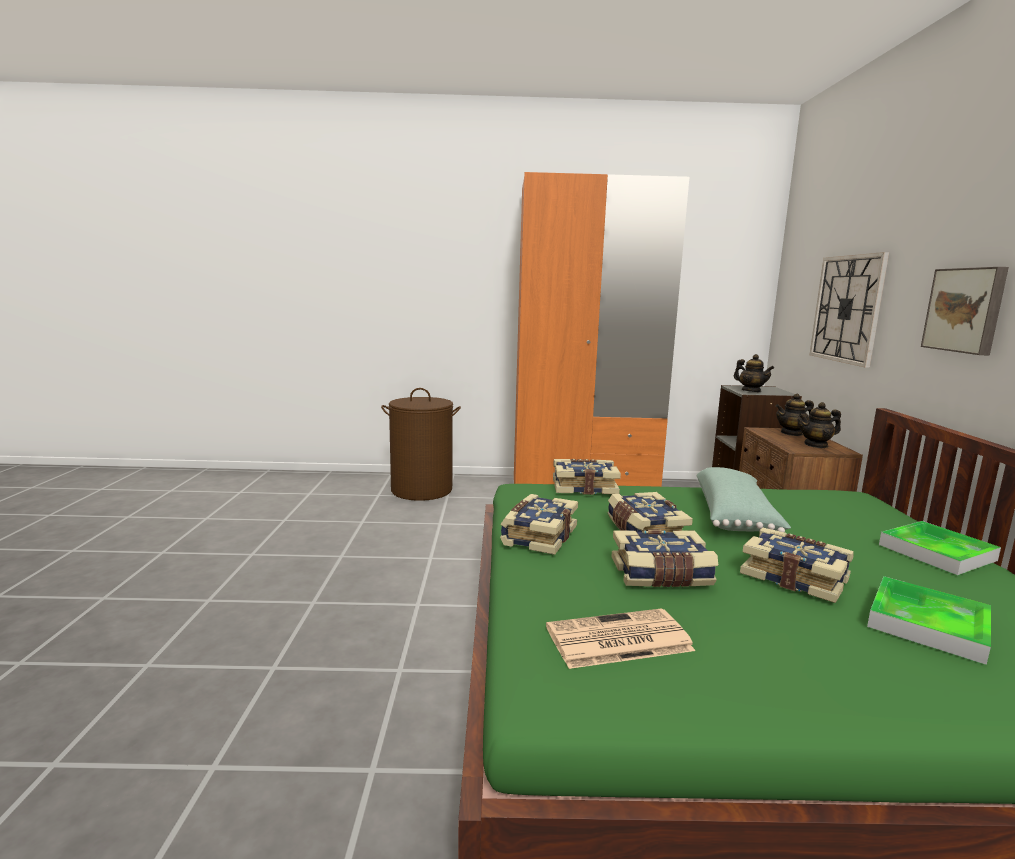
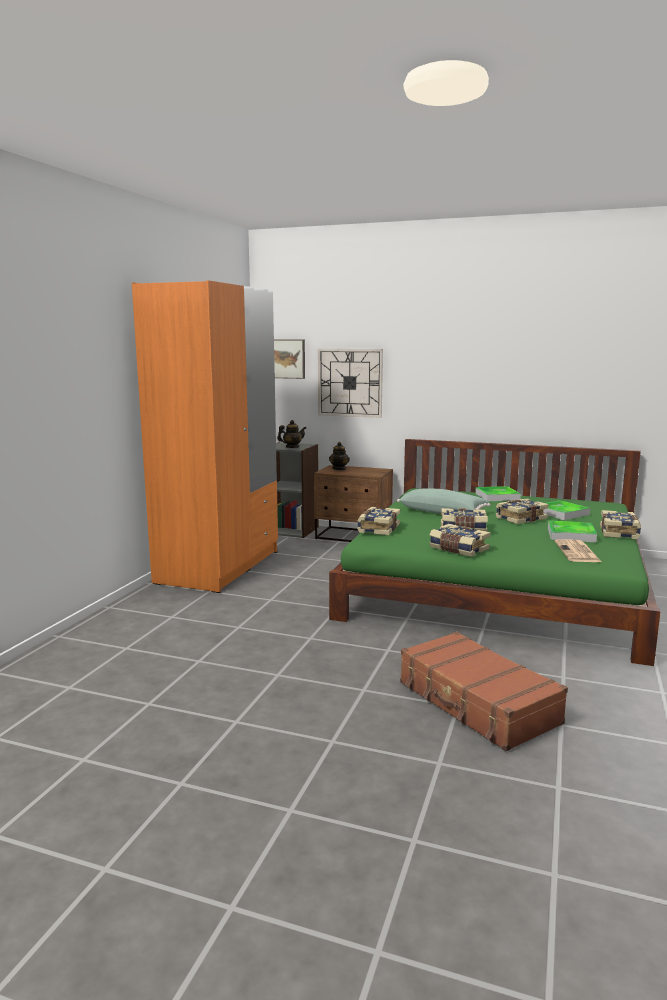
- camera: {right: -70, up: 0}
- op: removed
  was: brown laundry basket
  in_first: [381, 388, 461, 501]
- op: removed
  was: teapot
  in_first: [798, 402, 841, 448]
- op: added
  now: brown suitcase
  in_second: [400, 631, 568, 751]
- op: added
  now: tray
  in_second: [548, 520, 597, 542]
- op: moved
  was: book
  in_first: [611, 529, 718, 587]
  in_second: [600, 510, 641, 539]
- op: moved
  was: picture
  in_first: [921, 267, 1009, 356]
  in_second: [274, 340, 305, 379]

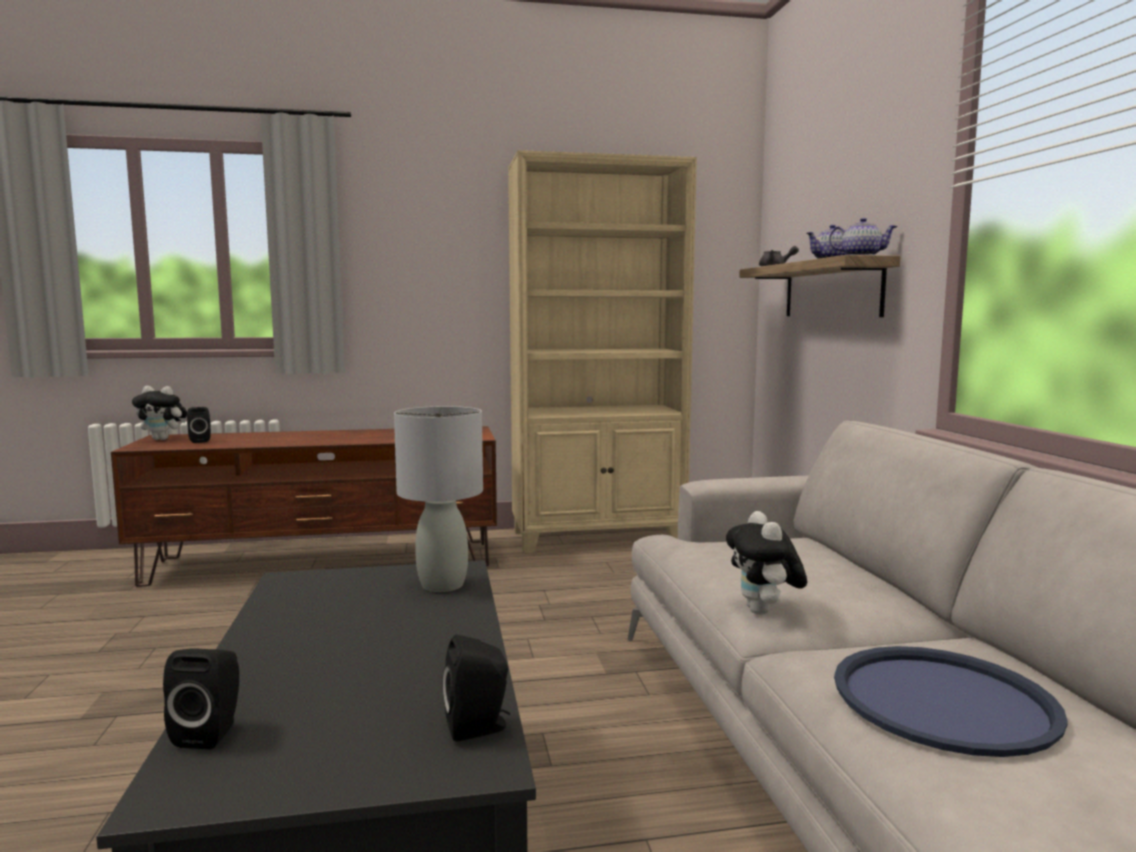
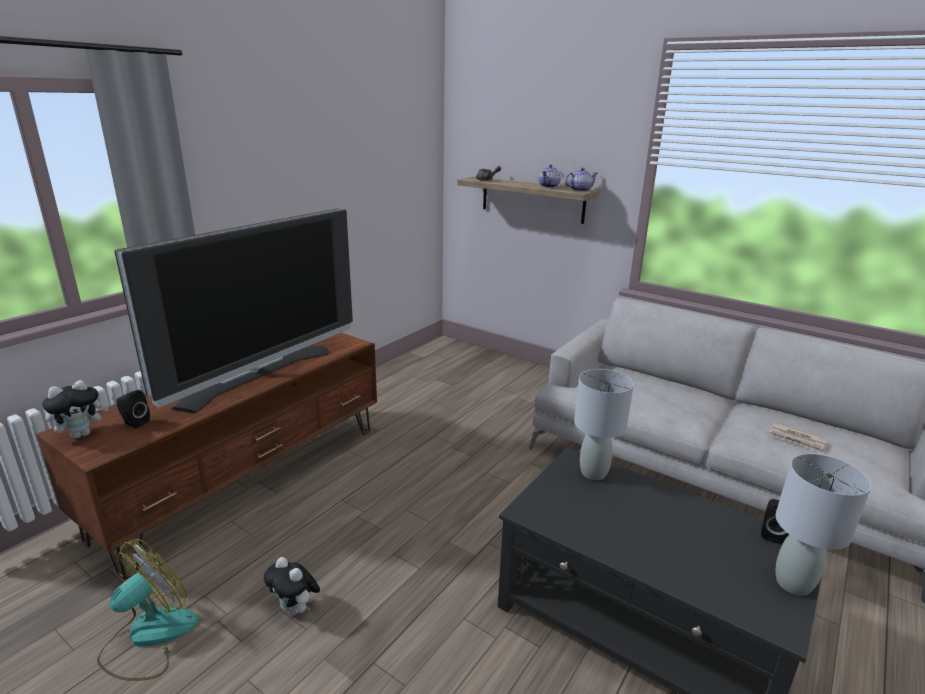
- camera: {right: -45, up: 15}
- op: removed
  was: black speaker
  in_first: [163, 648, 239, 749]
- op: removed
  was: beige bookcase
  in_first: [508, 150, 697, 554]
- op: added
  now: fan
  in_second: [97, 539, 198, 681]
- op: added
  now: television
  in_second: [114, 208, 353, 413]
- op: added
  now: grey table lamp
  in_second: [776, 453, 871, 596]
- op: moved
  was: plush toy
  in_first: [726, 511, 807, 615]
  in_second: [264, 557, 320, 616]
- op: replaced
  was: blue tray
  now: newspaper
  in_first: [834, 646, 1068, 757]
  in_second: [769, 422, 828, 454]

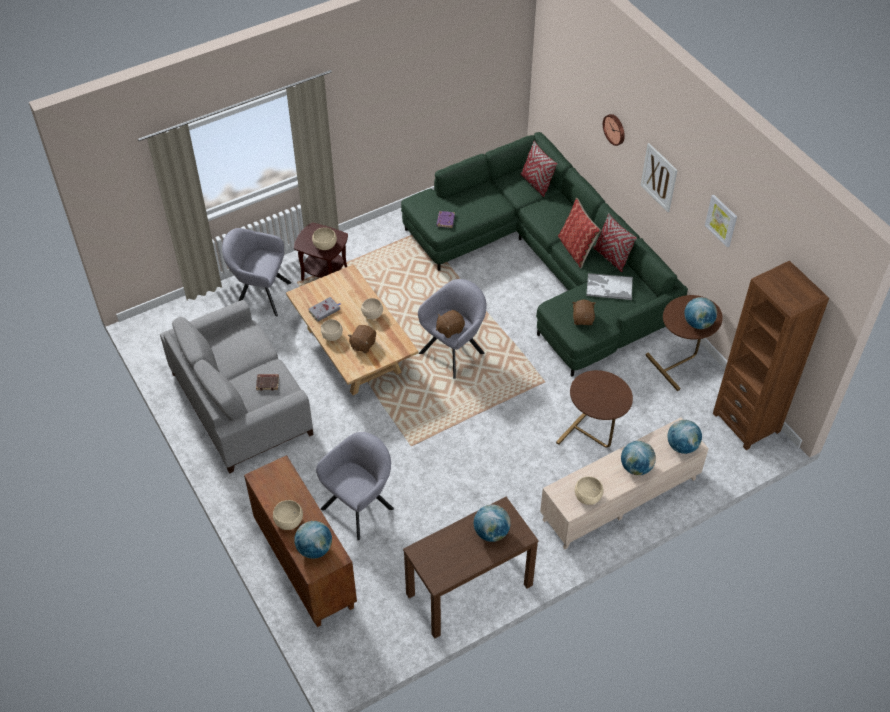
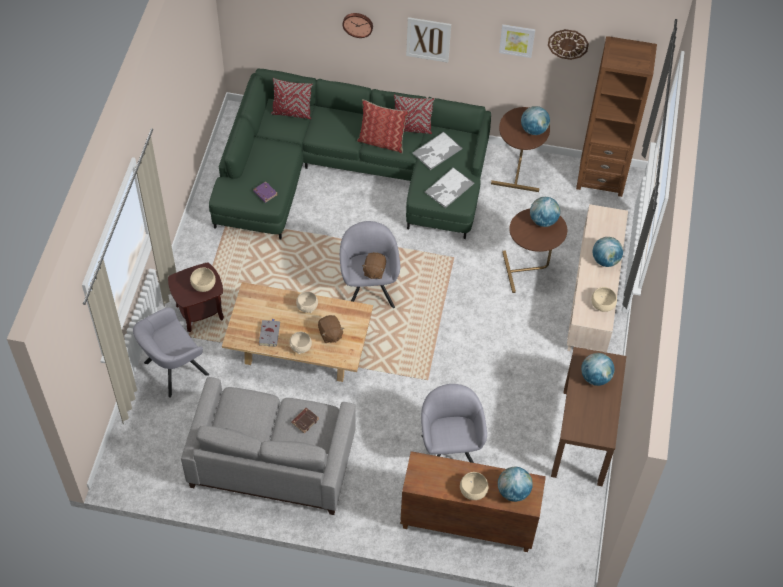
- camera: {right: -50, up: 5}
- op: added
  now: wall clock
  in_second: [548, 29, 589, 60]
- op: moved
  was: globe
  in_first: [667, 420, 702, 454]
  in_second: [530, 197, 560, 227]
- op: replaced
  was: brown plush toy
  now: tray
  in_first: [572, 300, 596, 325]
  in_second: [425, 168, 474, 208]

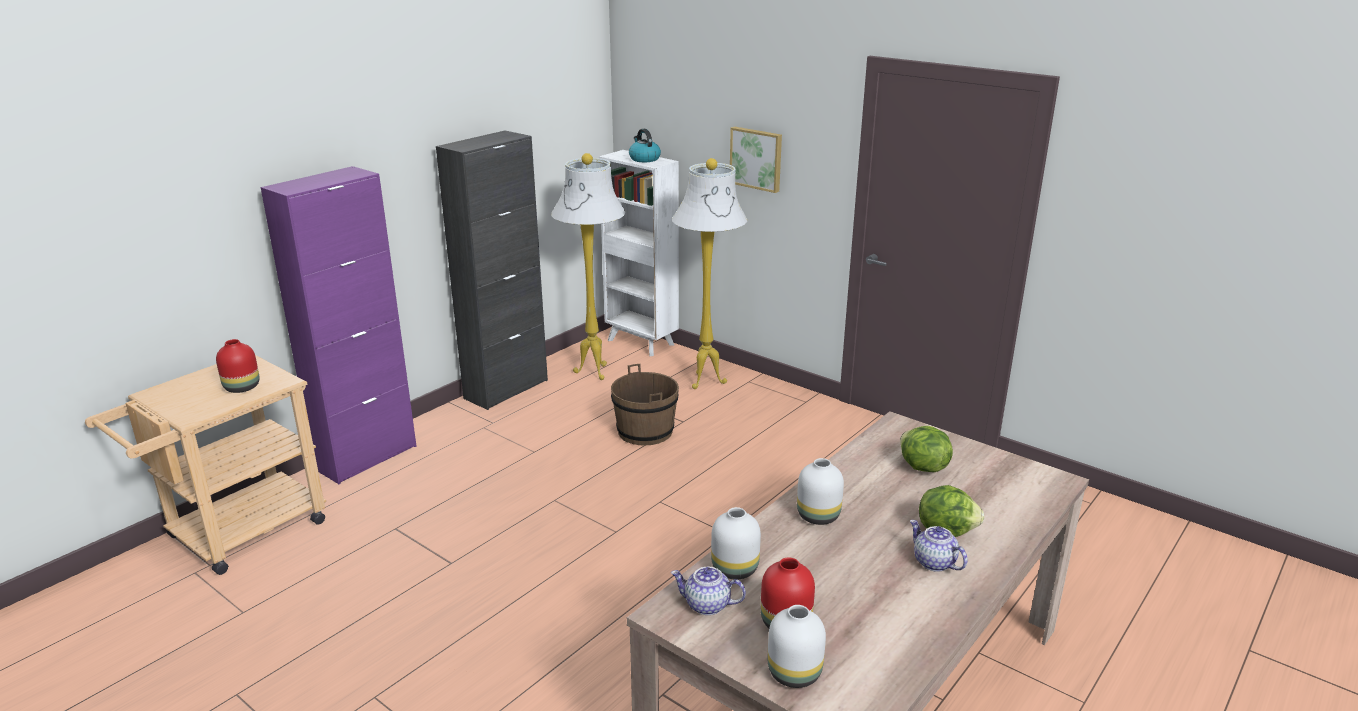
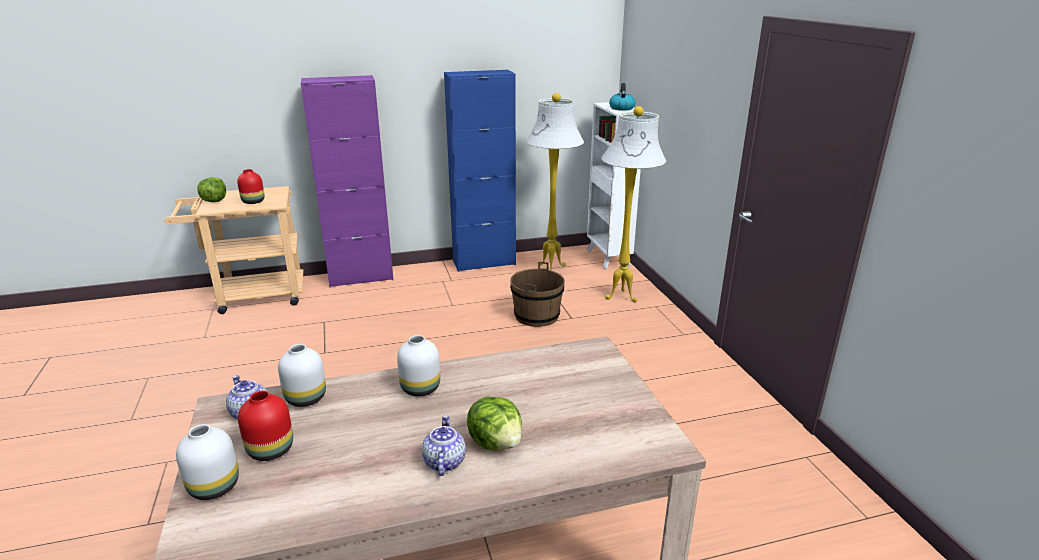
- camera: {right: 35, up: 0}
- op: removed
  was: picture
  in_first: [730, 127, 782, 193]
- op: moved
  was: lettuce
  in_first: [900, 426, 953, 472]
  in_second: [198, 177, 226, 202]
- op: recoloured
  was: black cabinet
  now: blue cabinet
  in_first: [436, 130, 548, 410]
  in_second: [444, 70, 516, 272]

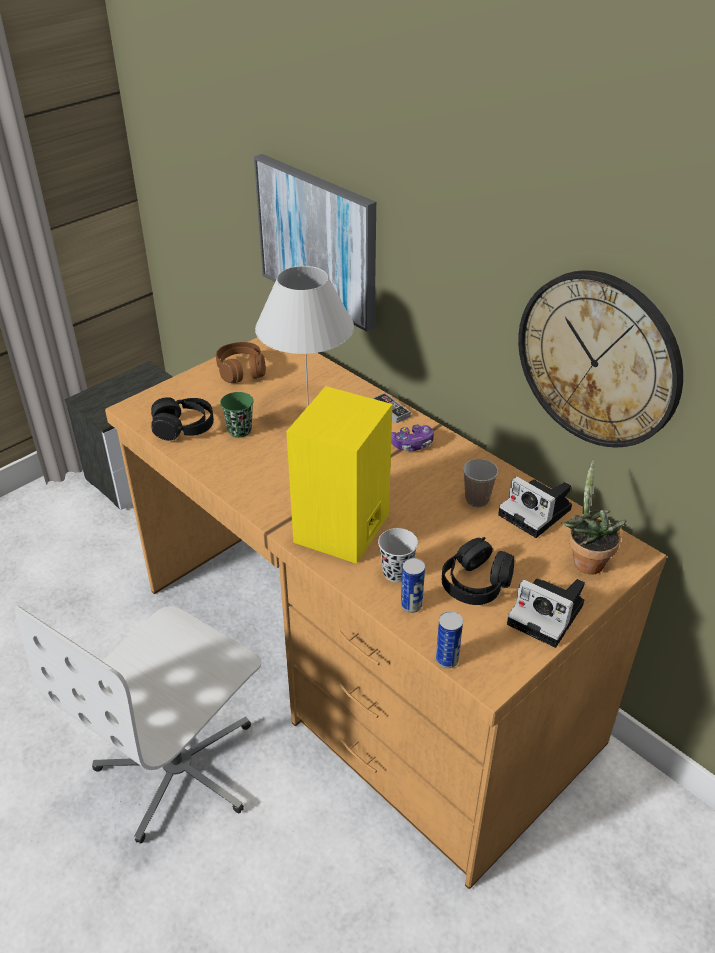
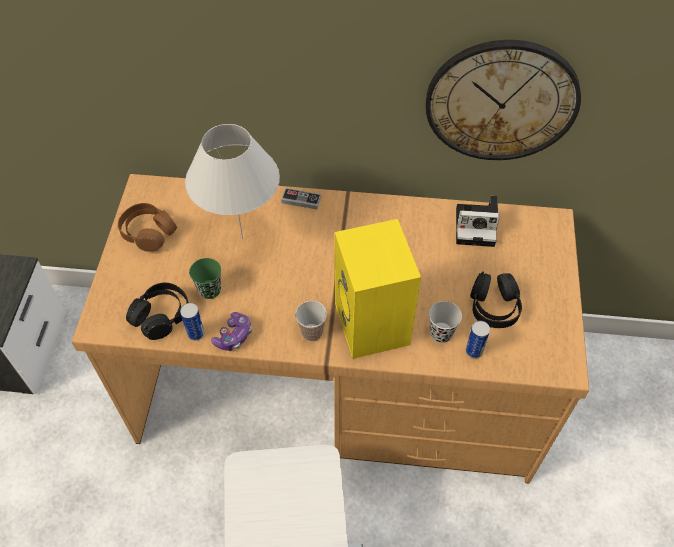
- camera: {right: -40, up: 15}
- op: removed
  was: picture
  in_first: [254, 154, 376, 332]
- op: removed
  was: photo camera
  in_first: [507, 579, 585, 648]
- op: removed
  was: potted plant
  in_first: [561, 460, 627, 574]
- op: moved
  was: game controller
  in_first: [391, 425, 434, 451]
  in_second: [211, 312, 252, 351]
- op: moved
  was: can
  in_first: [436, 612, 463, 668]
  in_second: [180, 303, 205, 341]
- op: moved
  was: cup
  in_first: [463, 459, 498, 507]
  in_second: [295, 301, 327, 341]

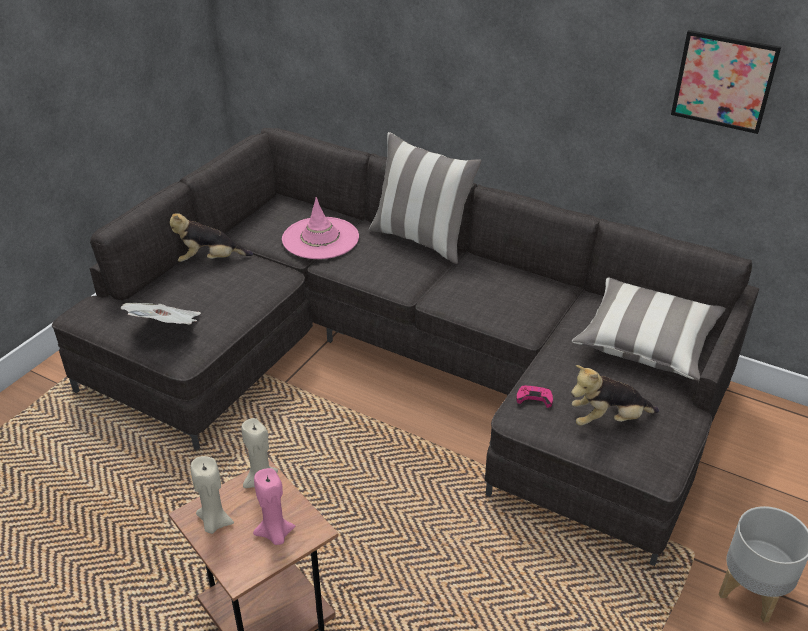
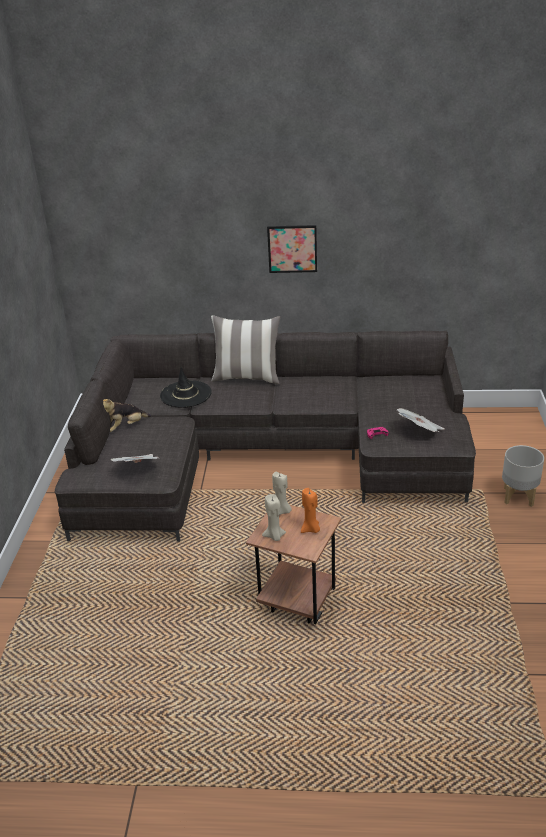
- camera: {right: -25, up: -5}
- op: removed
  was: pillow
  in_first: [572, 278, 726, 381]
- op: moved
  was: picture
  in_first: [671, 30, 781, 134]
  in_second: [267, 225, 317, 273]
- op: replaced
  was: plush toy
  now: newspaper
  in_first: [571, 365, 659, 426]
  in_second: [397, 408, 444, 432]
- op: recoloured
  was: pink candle
  now: orange candle
  in_first: [253, 468, 295, 545]
  in_second: [301, 488, 320, 533]
- op: recoloured
  was: pink hat
  now: black hat
  in_first: [282, 197, 359, 259]
  in_second: [160, 367, 212, 408]

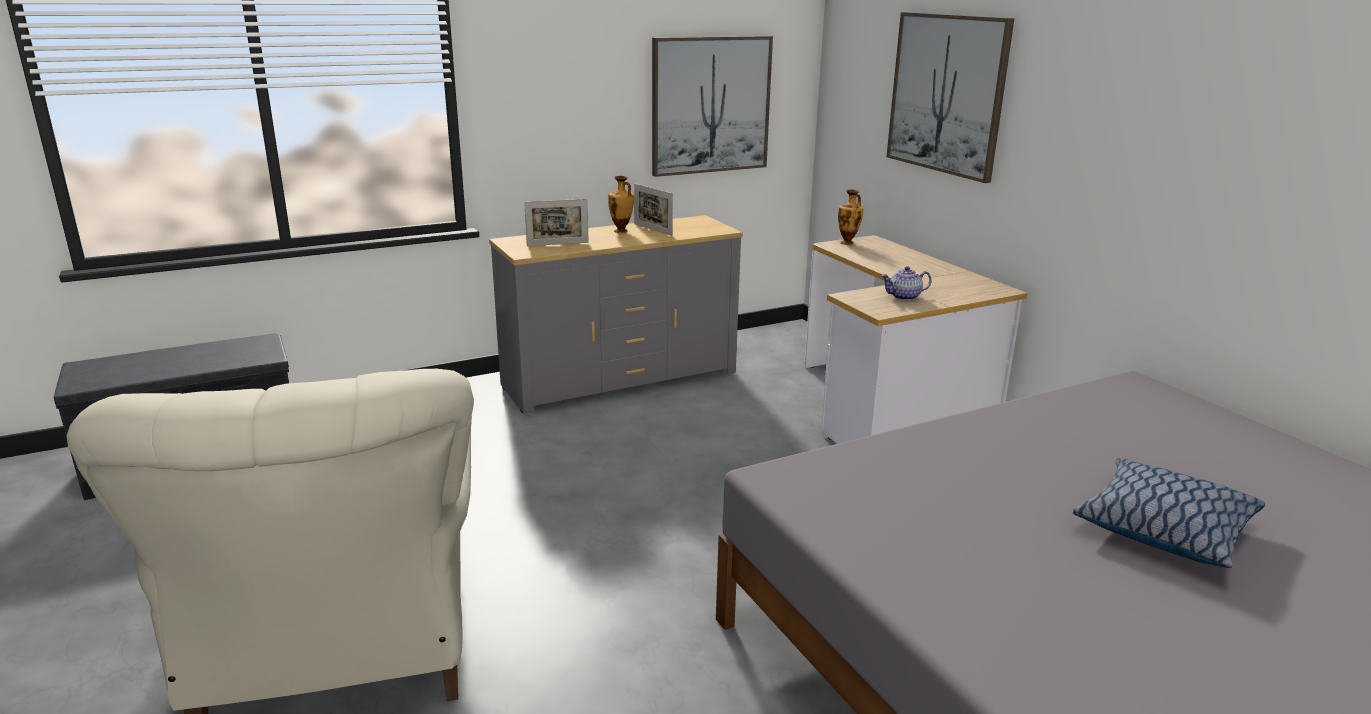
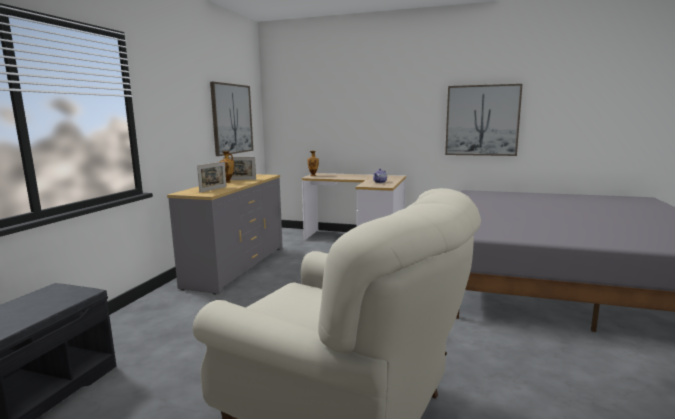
- camera: {right: -45, up: -10}
- op: removed
  was: pillow
  in_first: [1073, 458, 1265, 568]
- op: moved
  was: picture
  in_first: [886, 12, 1014, 183]
  in_second: [445, 84, 522, 156]

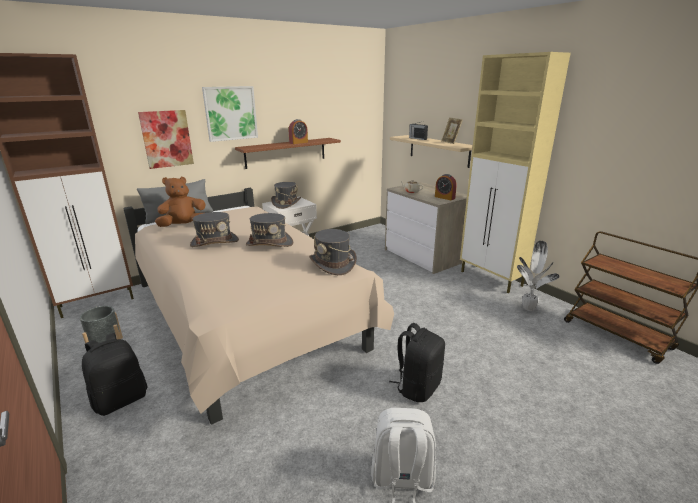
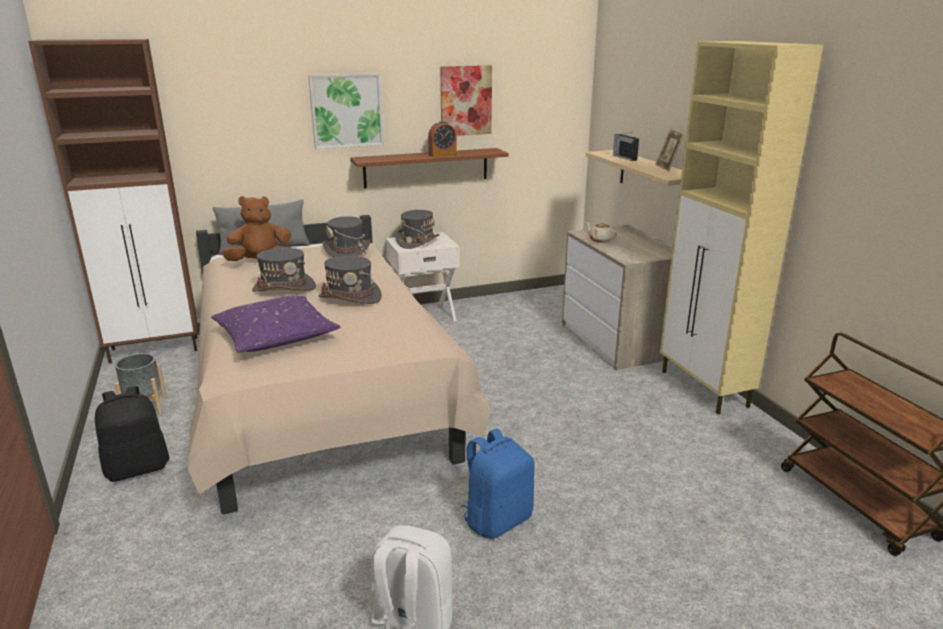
- camera: {right: 15, up: 0}
- op: removed
  was: alarm clock
  in_first: [435, 174, 457, 200]
- op: removed
  was: potted plant
  in_first: [517, 241, 560, 311]
- op: added
  now: purple pillow
  in_second: [211, 295, 340, 352]
- op: moved
  was: picture
  in_first: [138, 110, 194, 169]
  in_second: [440, 65, 492, 136]
- op: moved
  was: grey hat
  in_first: [309, 229, 357, 275]
  in_second: [323, 216, 370, 257]
- op: recoloured
  was: black backpack
  now: blue backpack
  in_first: [389, 323, 445, 402]
  in_second: [461, 429, 535, 539]

